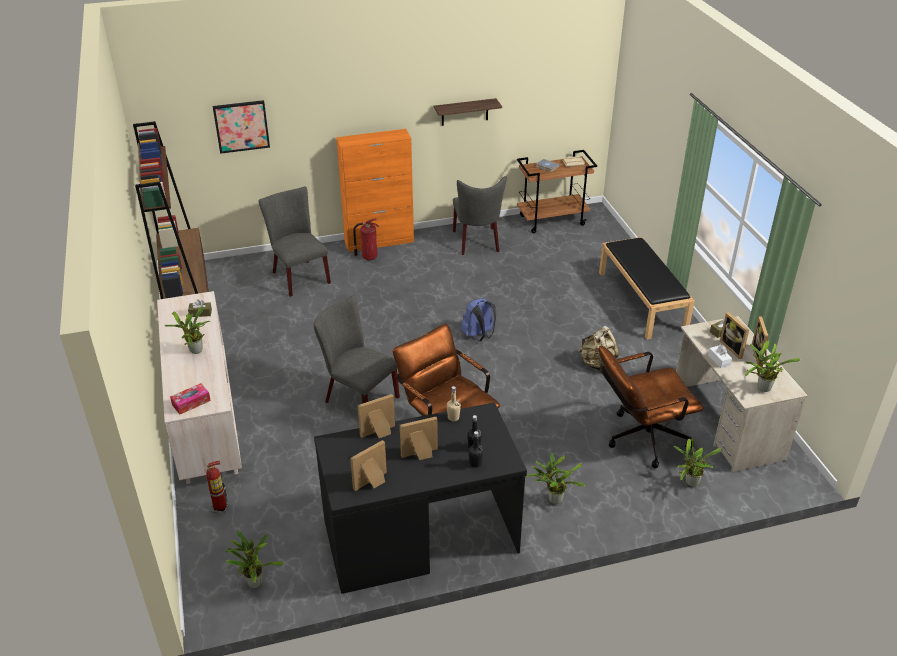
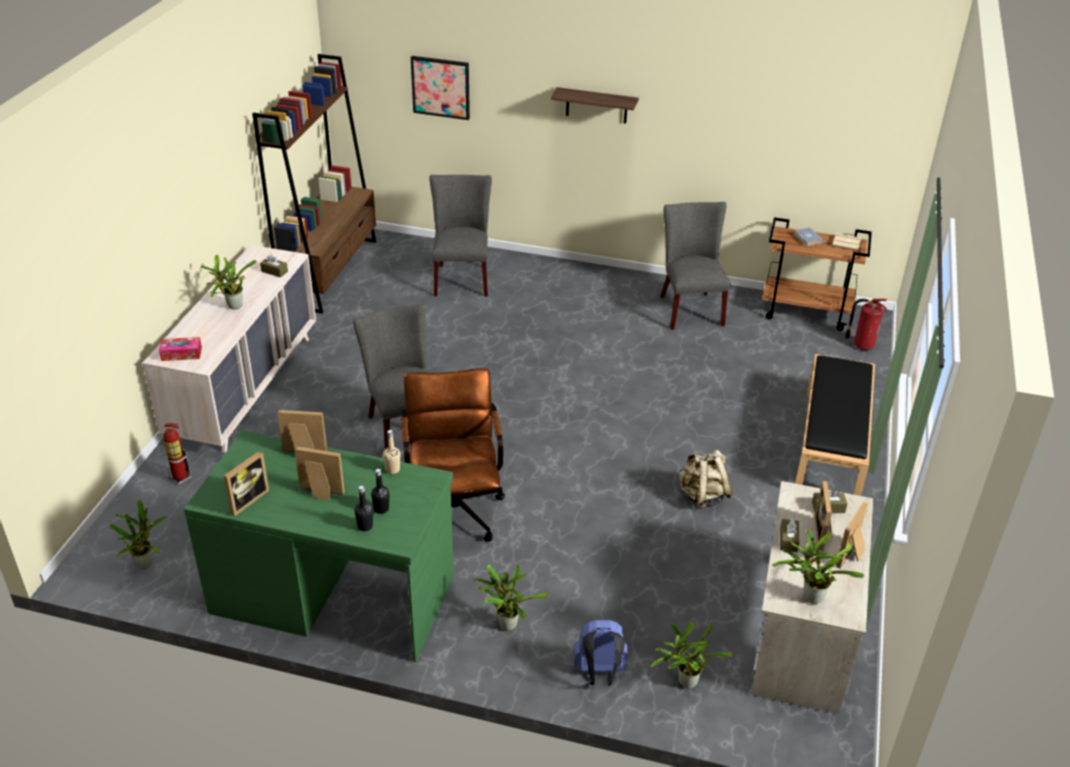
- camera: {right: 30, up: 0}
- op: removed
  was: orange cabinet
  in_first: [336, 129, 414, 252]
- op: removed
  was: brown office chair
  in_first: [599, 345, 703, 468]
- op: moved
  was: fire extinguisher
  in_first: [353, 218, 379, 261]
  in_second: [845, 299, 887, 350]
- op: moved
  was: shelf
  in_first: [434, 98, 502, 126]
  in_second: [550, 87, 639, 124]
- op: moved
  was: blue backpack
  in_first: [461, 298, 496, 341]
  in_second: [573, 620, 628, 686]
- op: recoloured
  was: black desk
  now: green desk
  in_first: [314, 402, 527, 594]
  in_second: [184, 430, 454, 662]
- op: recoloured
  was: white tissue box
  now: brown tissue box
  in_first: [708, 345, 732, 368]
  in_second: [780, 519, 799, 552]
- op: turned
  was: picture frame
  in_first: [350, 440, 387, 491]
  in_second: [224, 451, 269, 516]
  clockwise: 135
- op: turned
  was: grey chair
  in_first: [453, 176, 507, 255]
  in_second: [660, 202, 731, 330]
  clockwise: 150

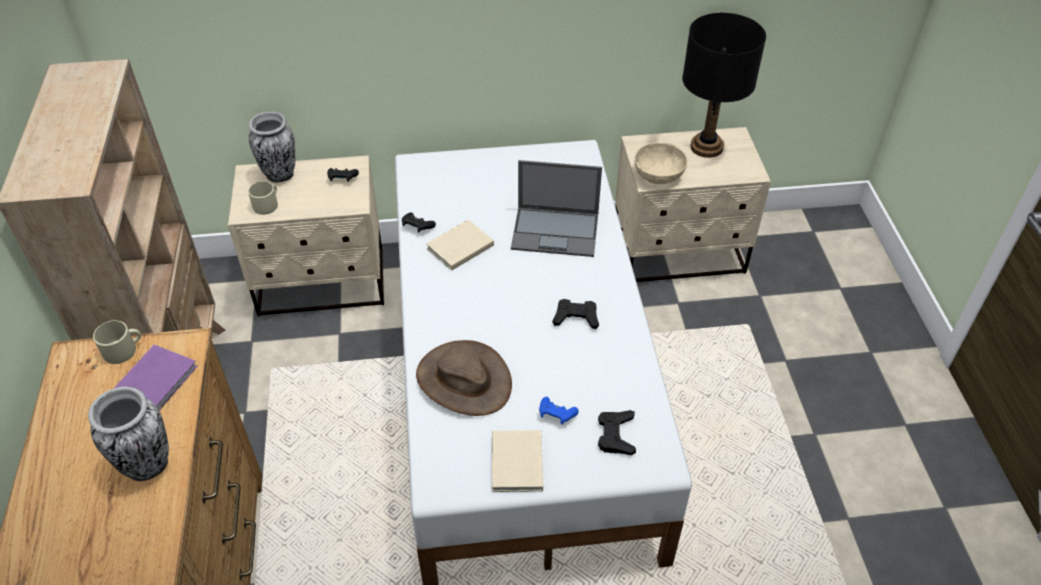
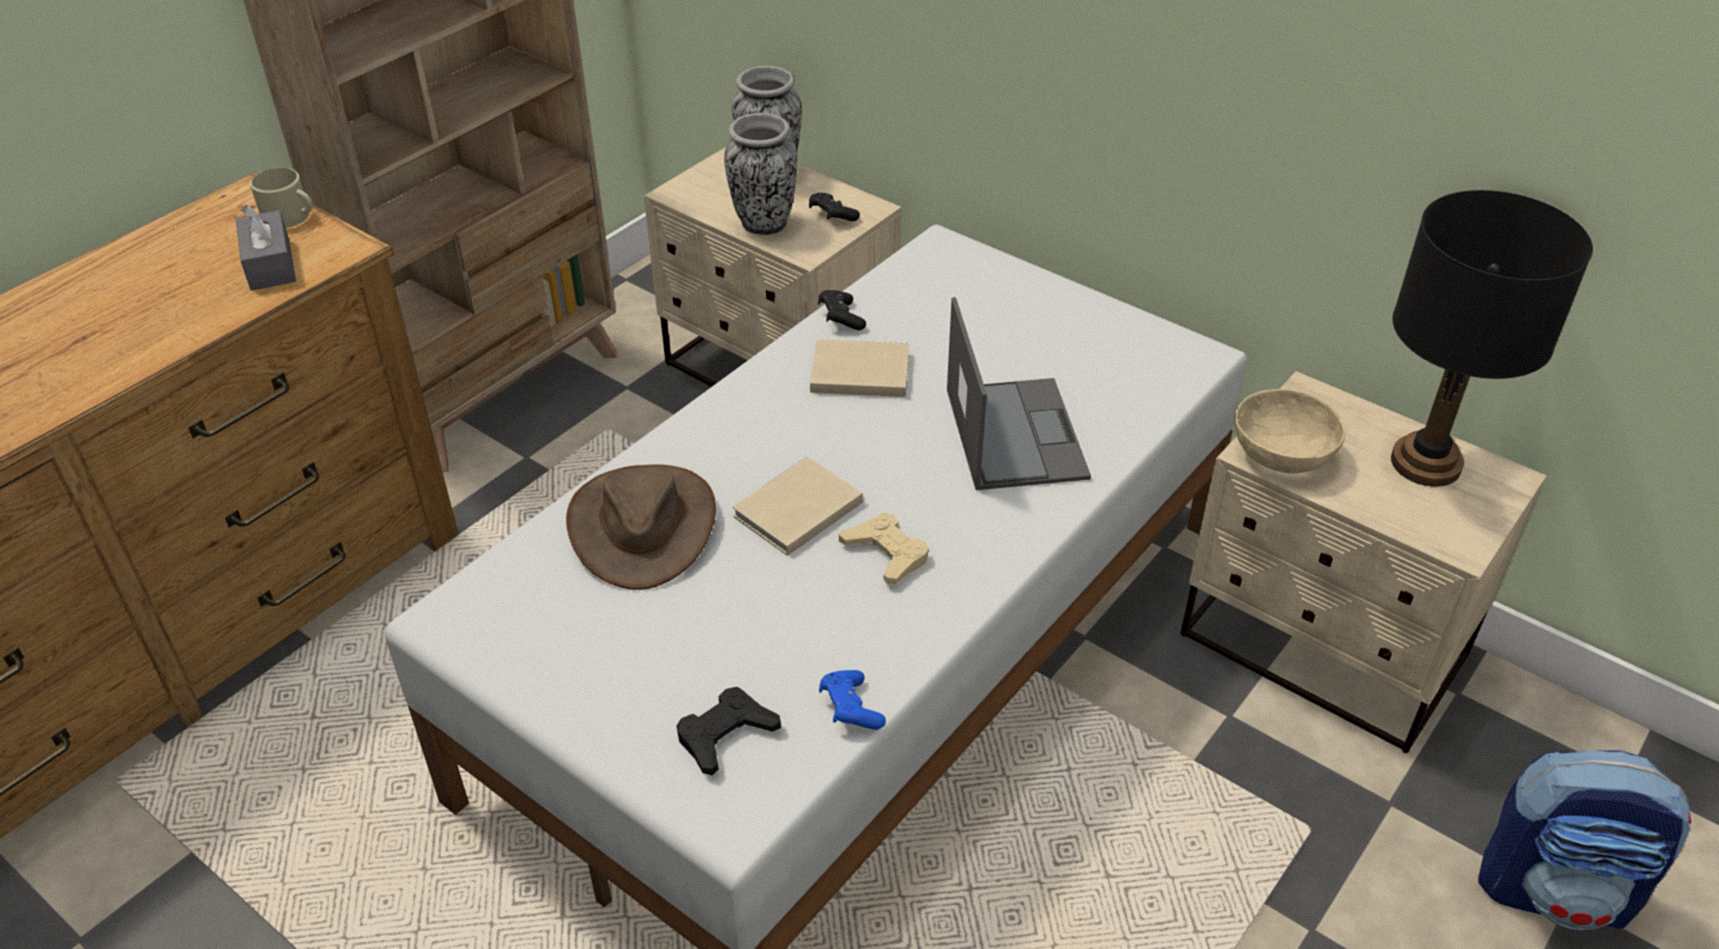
- camera: {right: 45, up: -5}
- op: removed
  was: beige mug
  in_first: [248, 181, 278, 215]
- op: added
  now: backpack
  in_second: [1478, 750, 1691, 930]
- op: moved
  was: vase
  in_first: [88, 386, 169, 481]
  in_second: [724, 113, 797, 235]
- op: moved
  was: beige book
  in_first: [492, 430, 543, 492]
  in_second: [732, 457, 863, 556]
- op: moved
  was: blue game controller
  in_first: [539, 397, 579, 425]
  in_second: [819, 670, 886, 730]
- op: replaced
  was: purple book
  now: grey tissue box
  in_first: [113, 345, 198, 411]
  in_second: [235, 204, 296, 290]
- op: recoloured
  was: black game controller
  now: beige game controller
  in_first: [552, 299, 599, 329]
  in_second: [839, 513, 929, 585]
- op: turned
  was: laptop
  in_first: [511, 160, 602, 257]
  in_second: [947, 297, 1091, 490]
  clockwise: -150

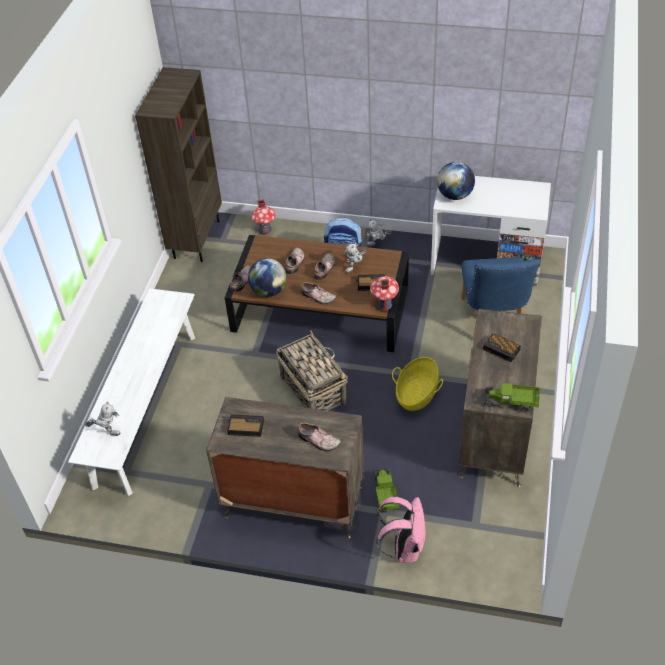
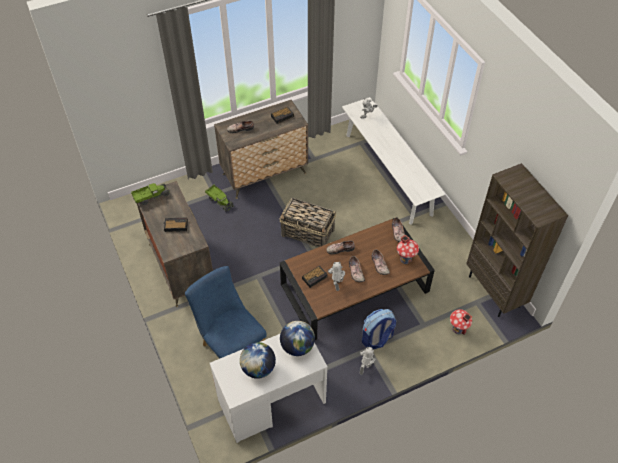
- camera: {right: 140, up: 5}
- op: removed
  was: pink backpack
  in_first: [376, 496, 426, 563]
- op: removed
  was: basket
  in_first: [392, 357, 443, 411]
- op: moved
  was: globe
  in_first: [248, 258, 287, 297]
  in_second: [240, 342, 276, 379]
- op: moved
  was: toy house
  in_first: [370, 276, 399, 313]
  in_second: [397, 235, 419, 264]

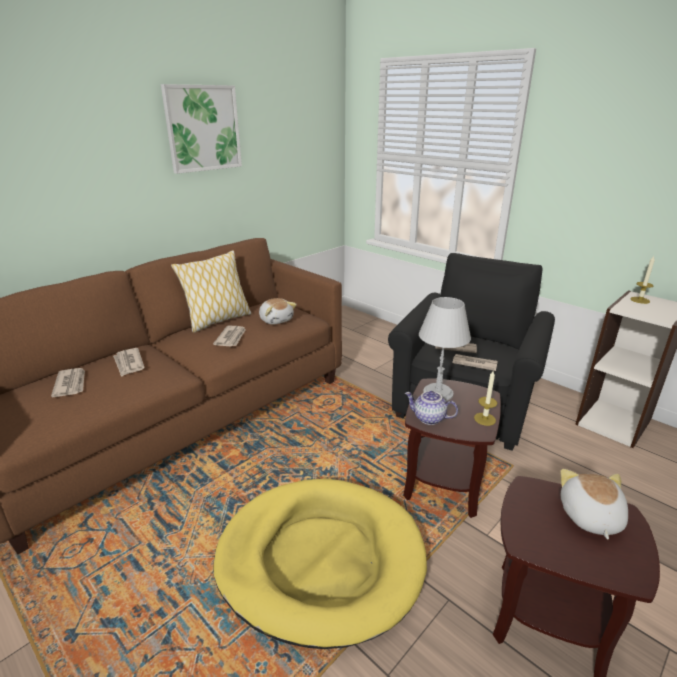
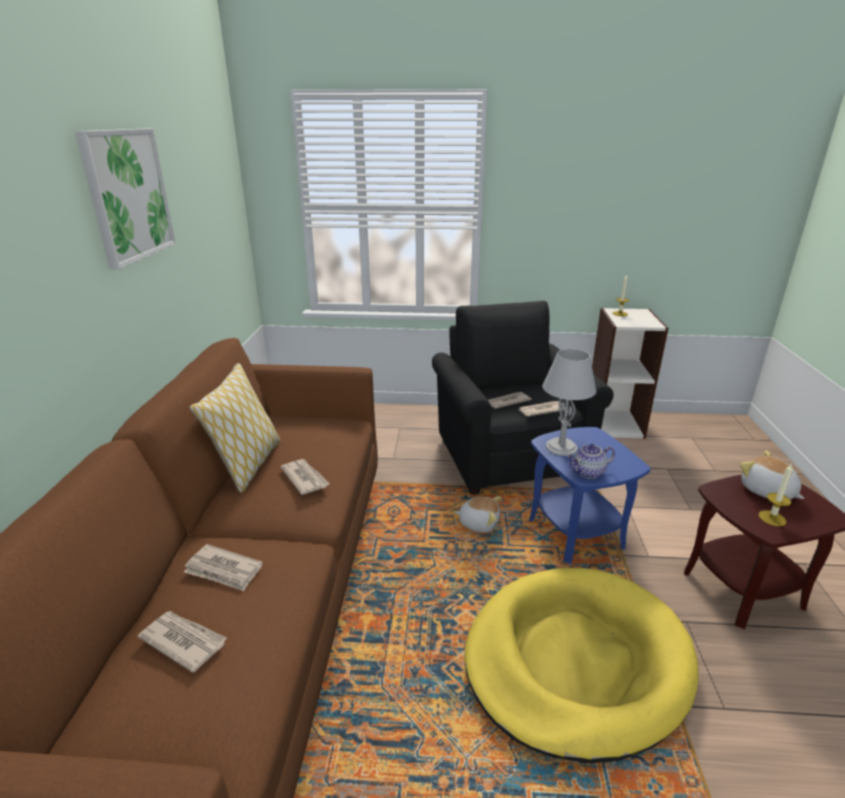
- camera: {right: -40, up: 0}
- op: moved
  was: plush toy
  in_first: [259, 298, 297, 325]
  in_second: [454, 496, 501, 532]
- op: moved
  was: candle
  in_first: [474, 371, 497, 426]
  in_second: [759, 464, 793, 526]
- op: recoloured
  was: brown side table
  now: blue side table
  in_first: [403, 379, 501, 518]
  in_second: [529, 427, 651, 564]

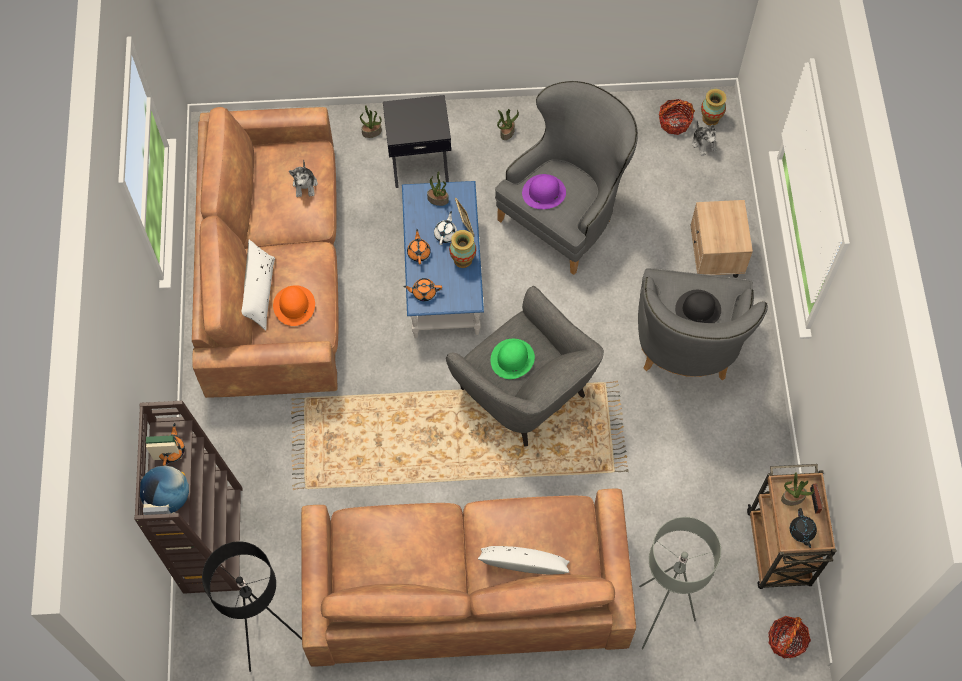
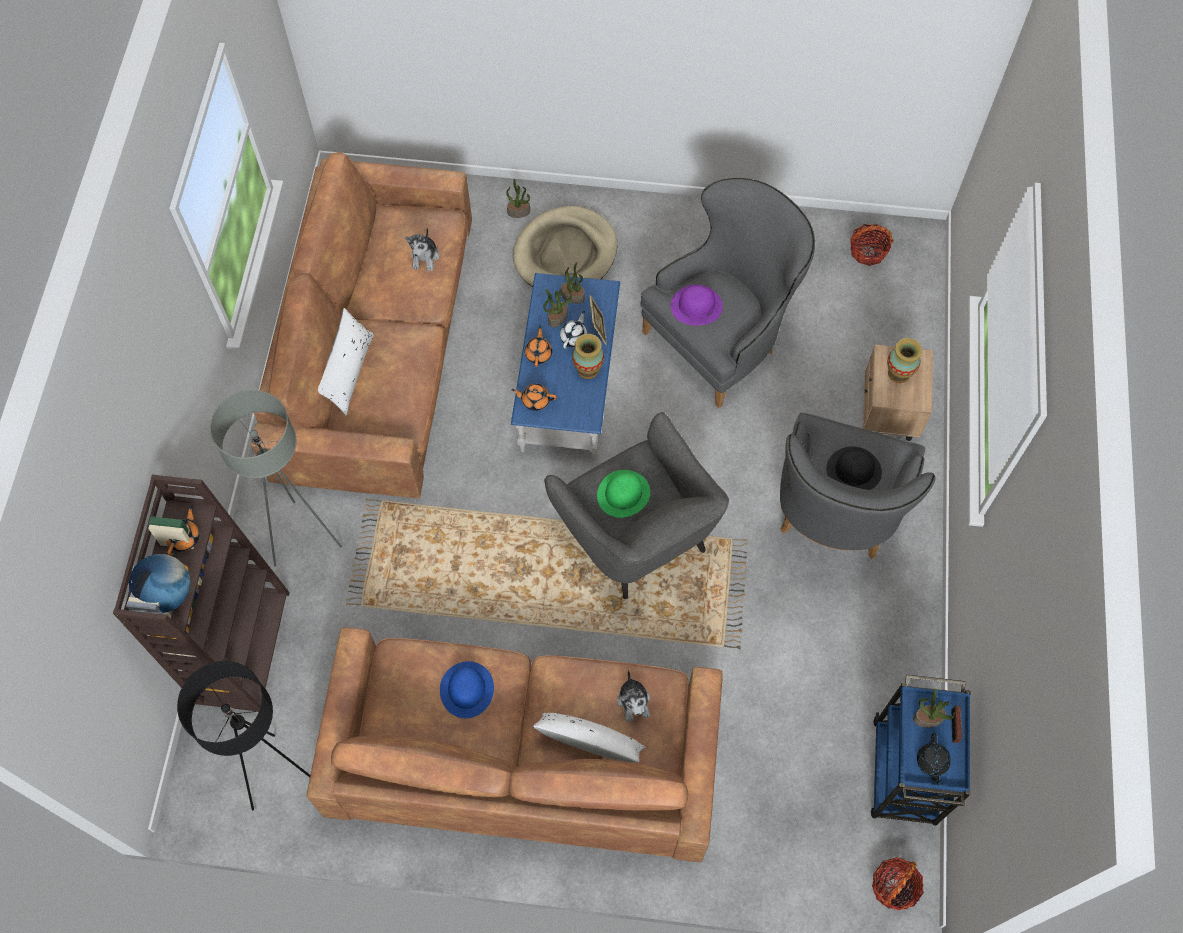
- camera: {right: 10, up: 0}
- op: removed
  was: orange hat
  in_first: [273, 285, 315, 326]
- op: added
  now: blue hat
  in_second: [440, 661, 494, 718]
- op: moved
  was: potted plant
  in_first: [497, 109, 519, 140]
  in_second: [543, 289, 572, 328]
- op: moved
  was: grey floor lamp
  in_first: [639, 517, 721, 649]
  in_second: [210, 390, 342, 566]
- op: moved
  was: plush toy
  in_first: [692, 120, 717, 156]
  in_second: [617, 670, 650, 722]
- op: moved
  was: vase
  in_first: [701, 89, 726, 126]
  in_second: [887, 338, 922, 383]
- op: replaced
  was: black side table
  now: beige dog bed
  in_first: [383, 95, 451, 188]
  in_second: [513, 206, 617, 287]
- op: recoloured
  was: brown cart
  now: blue cart
  in_first: [747, 464, 836, 589]
  in_second: [871, 675, 971, 826]

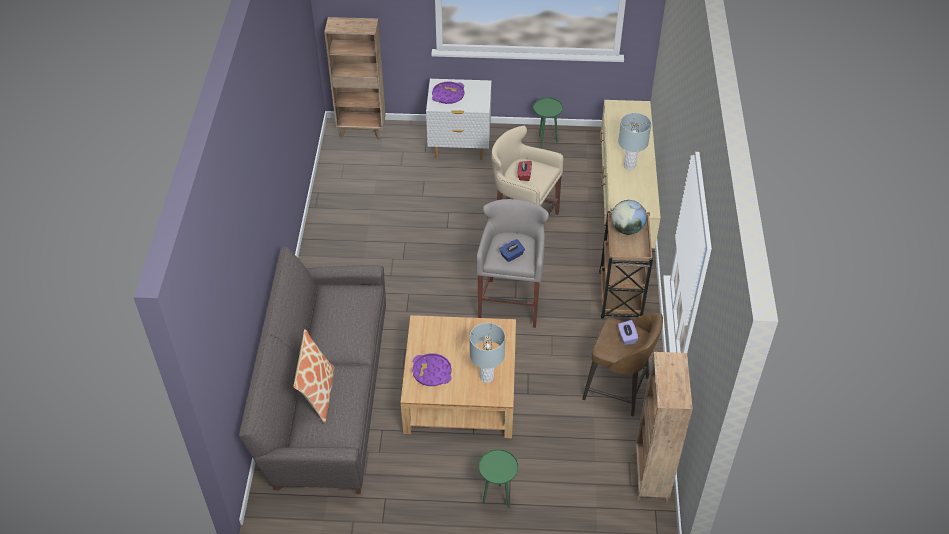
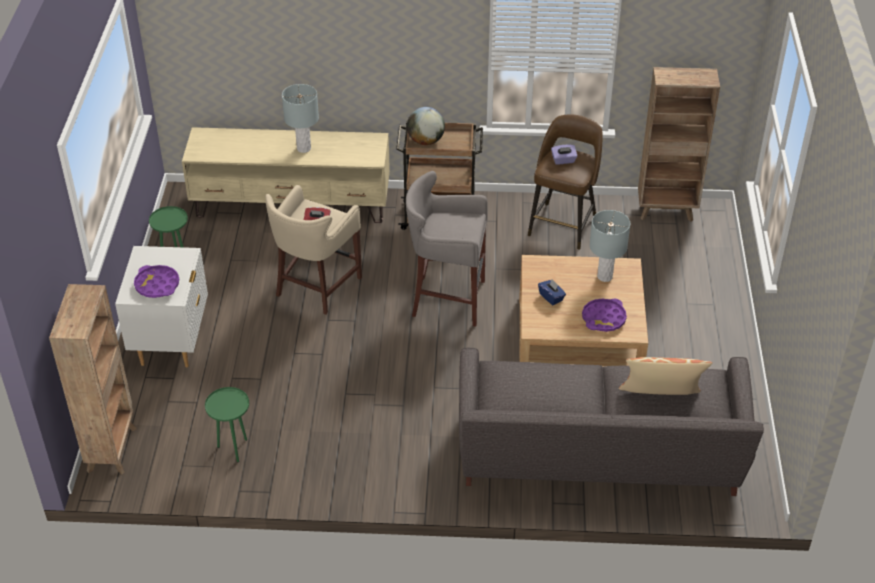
- camera: {right: -90, up: -5}
- op: moved
  was: green side table
  in_first: [479, 449, 518, 508]
  in_second: [205, 387, 249, 462]
- op: moved
  was: blue tissue box
  in_first: [500, 239, 525, 262]
  in_second: [538, 279, 566, 305]

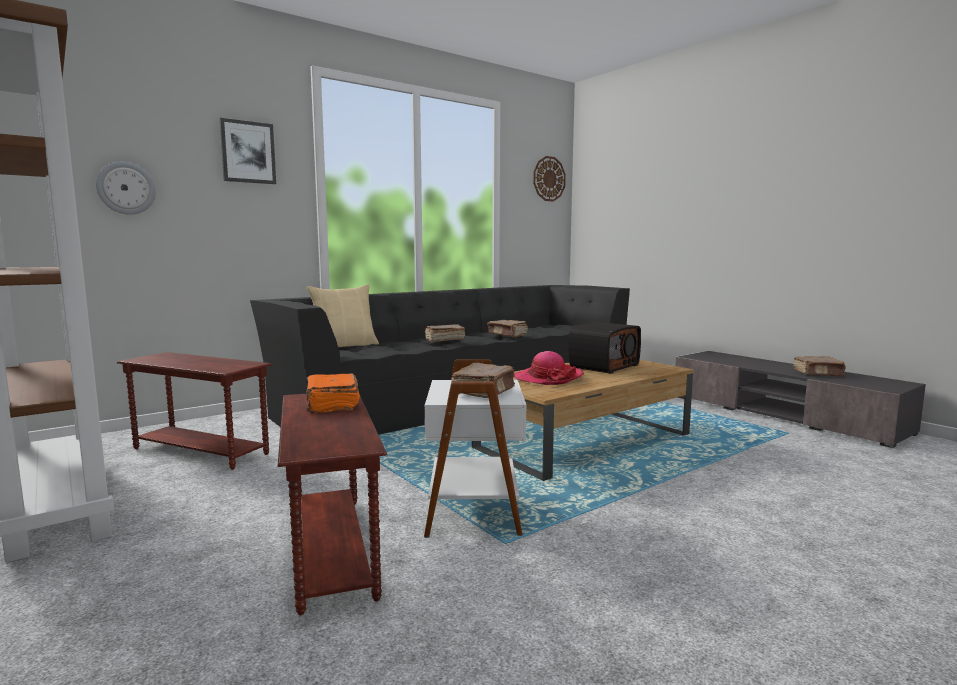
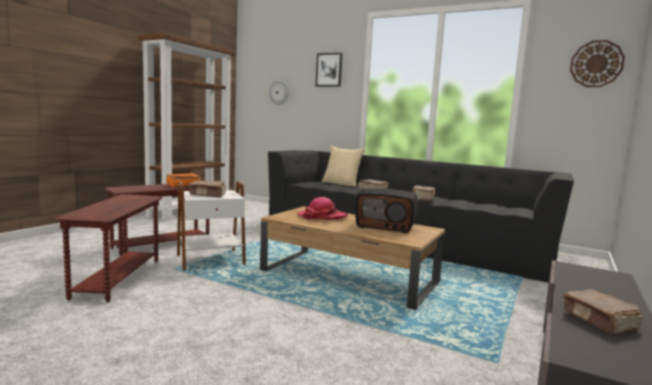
- camera: {right: 65, up: 0}
- op: moved
  was: brown side table
  in_first: [117, 352, 272, 470]
  in_second: [54, 194, 162, 302]

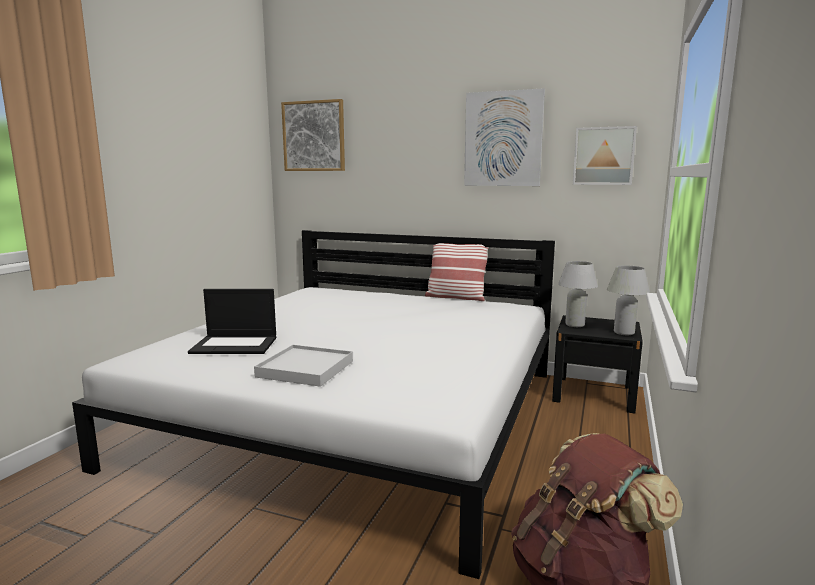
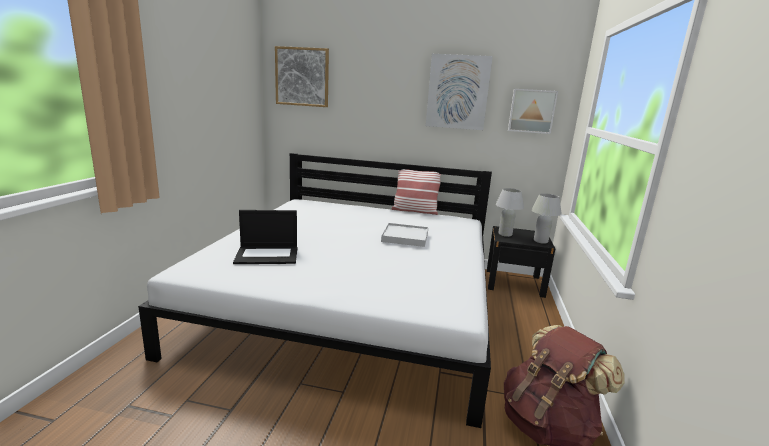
- camera: {right: -10, up: 5}
- op: moved
  was: white tray
  in_first: [254, 345, 353, 387]
  in_second: [381, 223, 428, 247]

